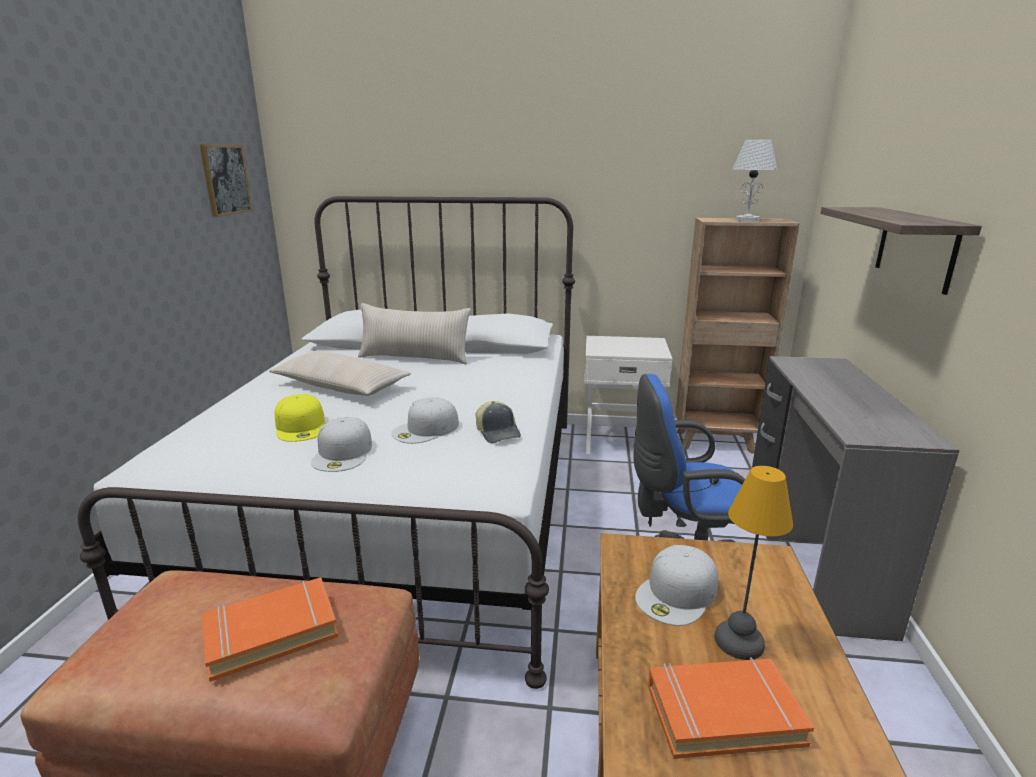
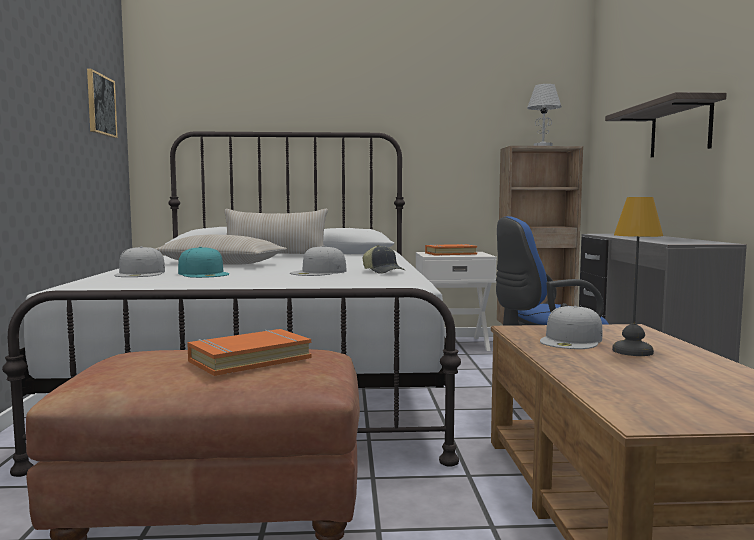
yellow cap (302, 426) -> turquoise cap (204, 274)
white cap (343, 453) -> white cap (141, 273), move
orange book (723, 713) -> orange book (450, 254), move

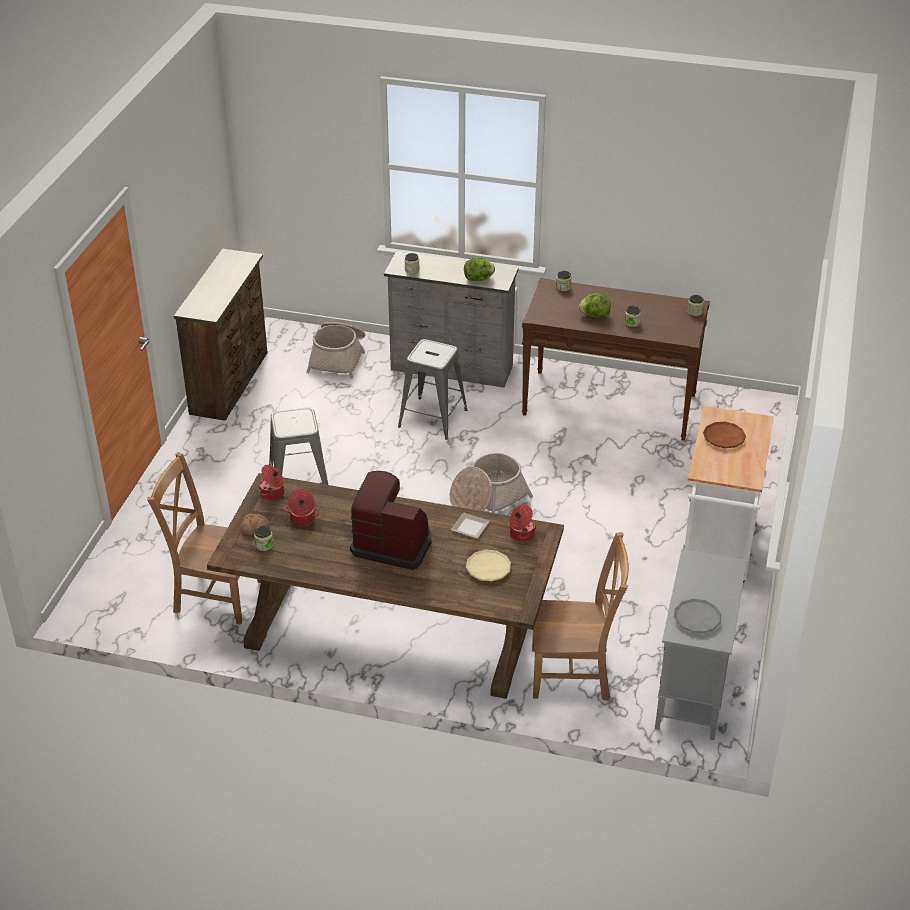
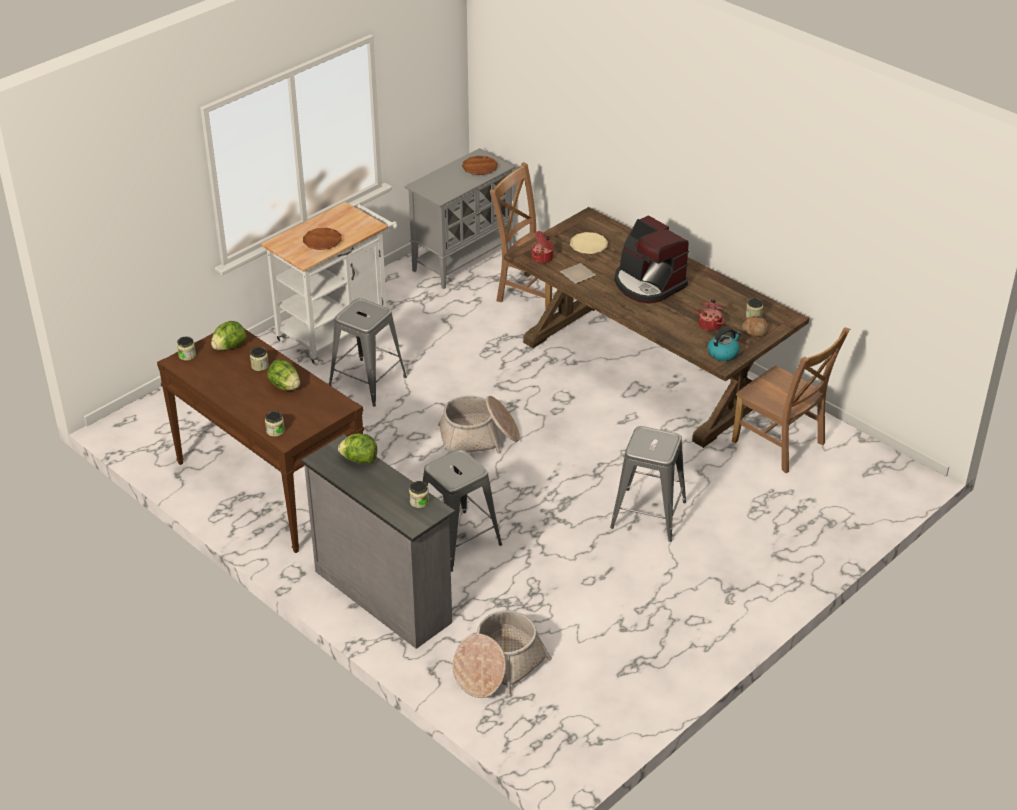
brown dresser (231, 382) -> none
cooking pot (272, 494) -> kettle (723, 353)
grey plate (697, 619) -> brown plate (479, 168)
none -> lettuce (229, 347)
none -> grey stool (367, 382)

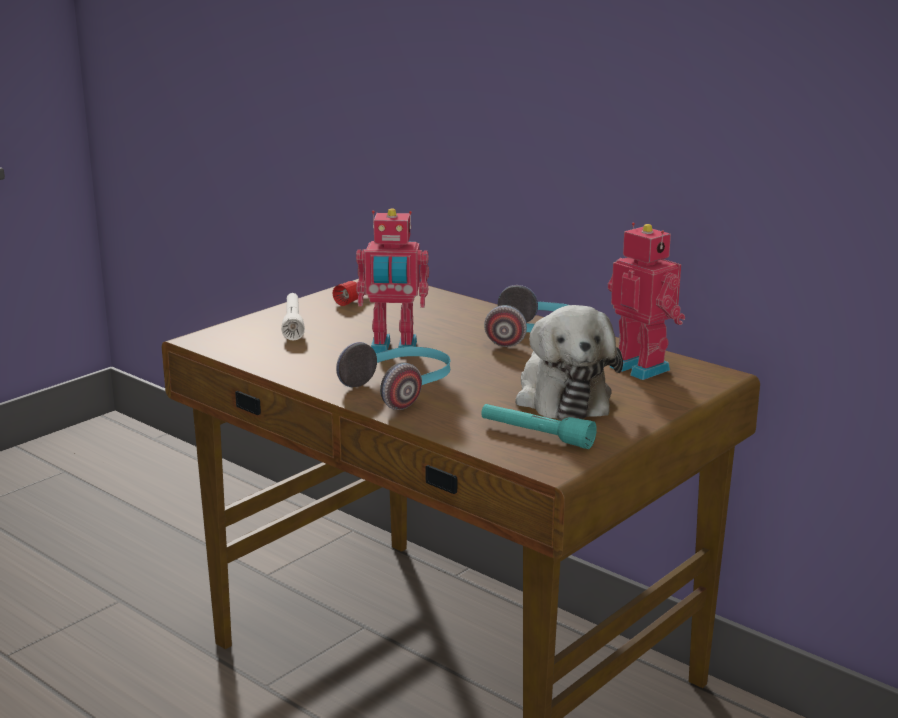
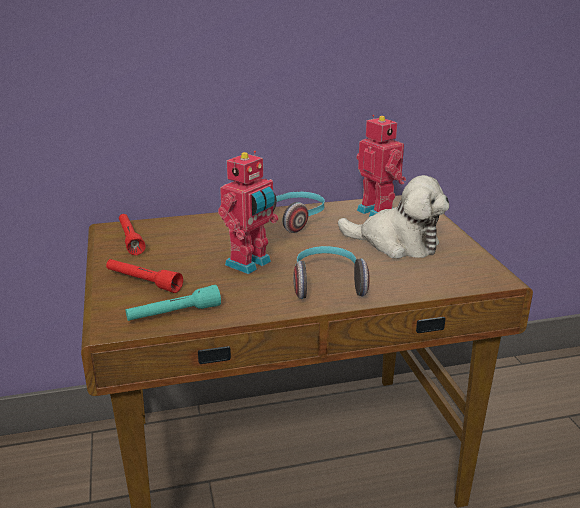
white flashlight (293, 324) -> red flashlight (143, 282)
turquoise flashlight (536, 435) -> turquoise flashlight (174, 314), move
toy robot (642, 367) -> toy robot (378, 211), 60 degrees clockwise

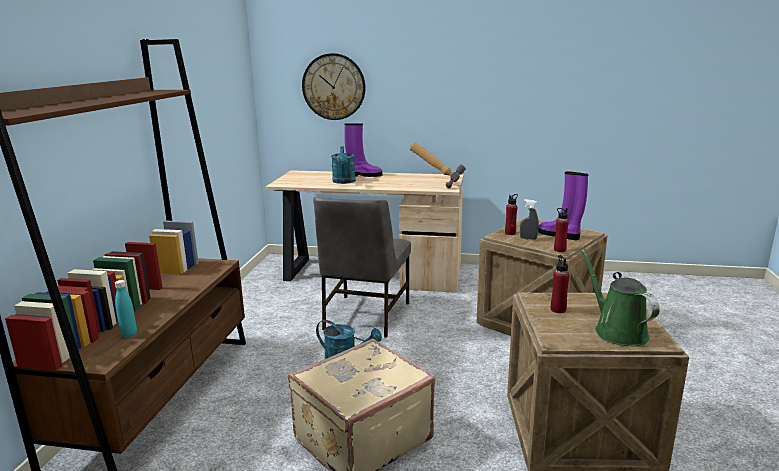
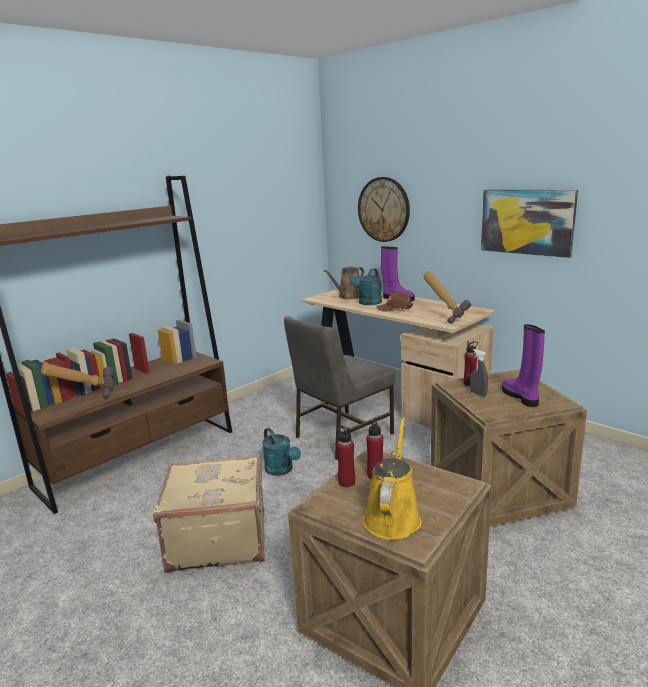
turquoise bottle (129, 334) -> hammer (85, 402)
red bottle (559, 250) -> red bottle (346, 482), move
green watering can (617, 331) -> yellow watering can (392, 516)
none -> brown watering can (349, 296)
none -> brown cap (394, 308)
none -> picture (527, 222)

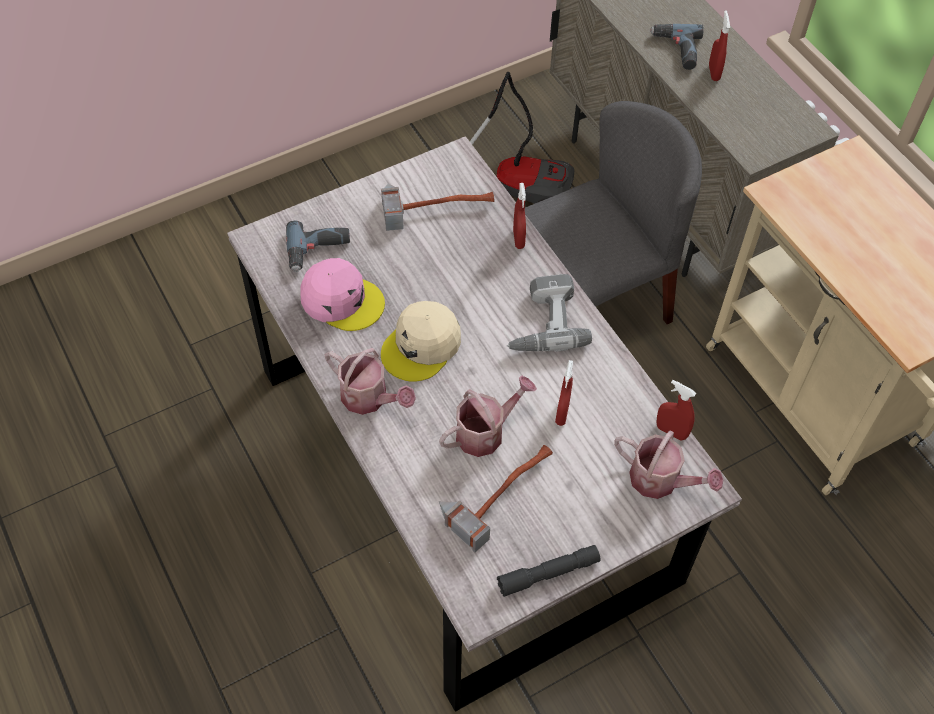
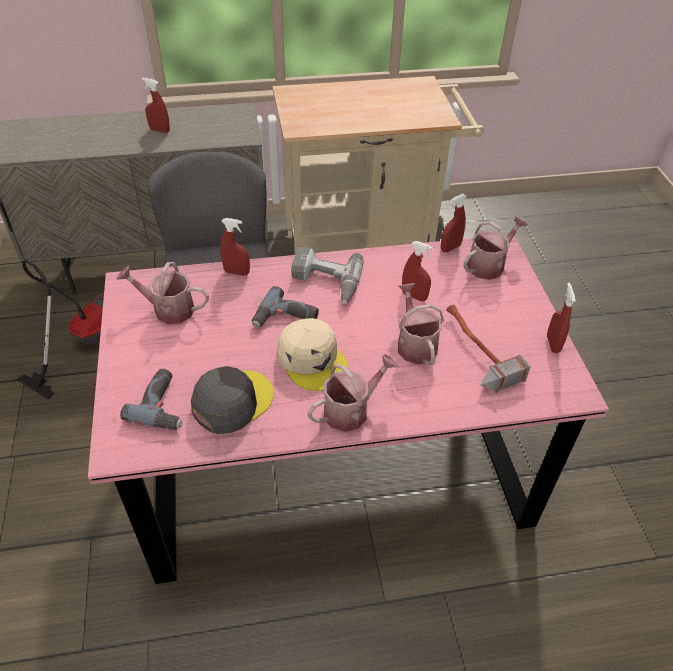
grey dining table (466, 470) -> pink dining table (333, 454)
pink cap (342, 300) -> grey cap (232, 401)
hammer (437, 205) -> watering can (168, 309)
grey flashlight (548, 574) -> red spray bottle (553, 344)
power drill (676, 50) -> power drill (285, 319), move

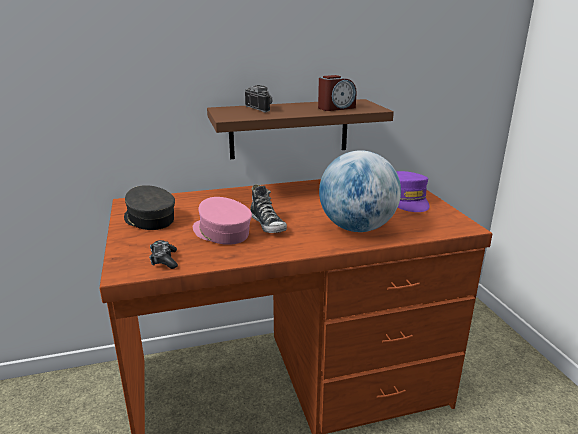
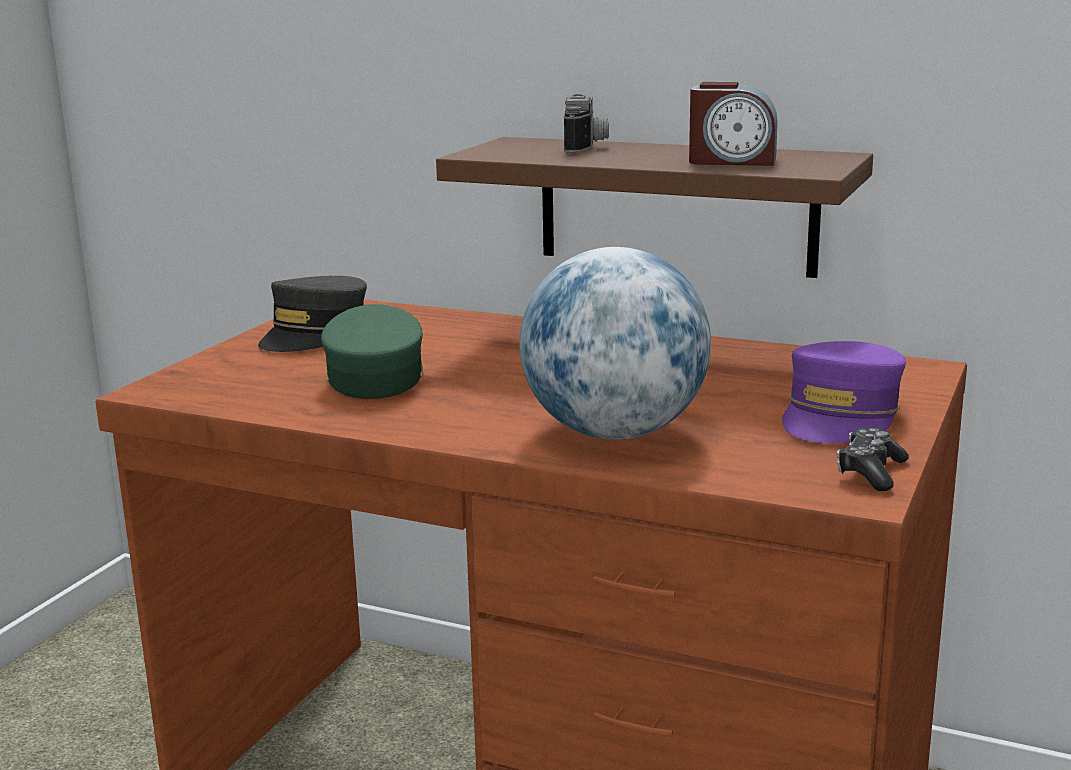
grey cap (149, 219) -> grey cap (315, 334), 150 degrees counterclockwise
game controller (164, 260) -> game controller (870, 472), move
pink cap (221, 232) -> green cap (374, 378)
shoe (268, 225) -> none

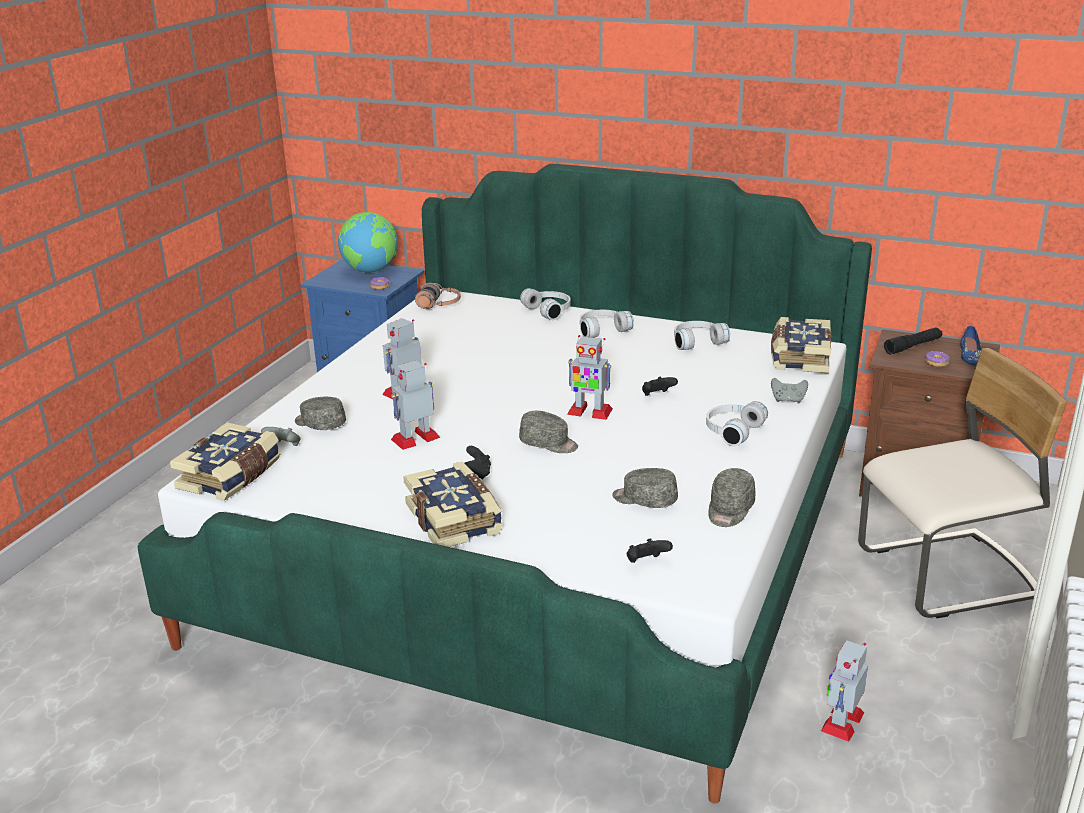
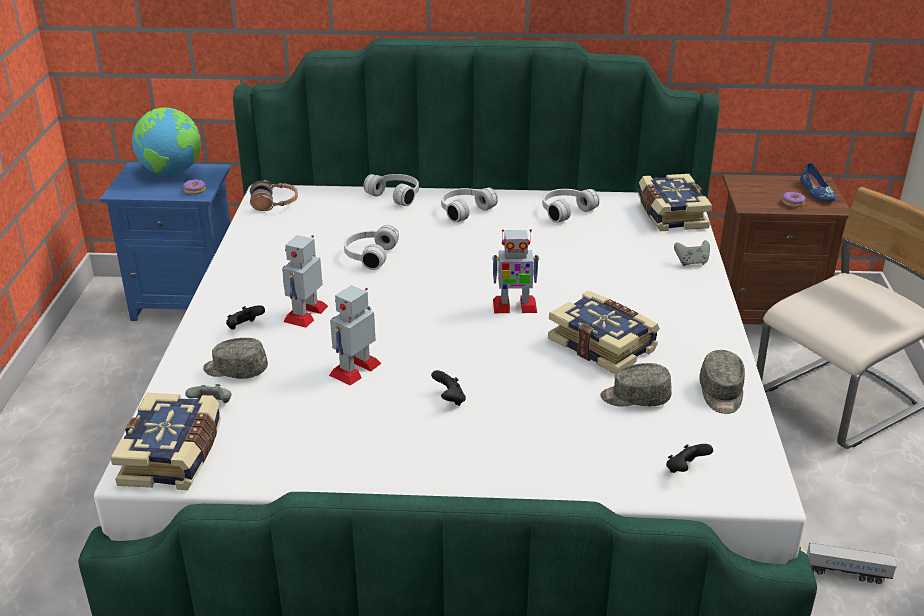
book (455, 519) -> book (603, 345), move
grey cap (549, 444) -> none
black game controller (657, 395) -> black game controller (244, 327), move
white headphones (731, 431) -> white headphones (369, 255), move
toy robot (842, 721) -> toy truck (835, 571)
black flashlight (912, 346) -> none

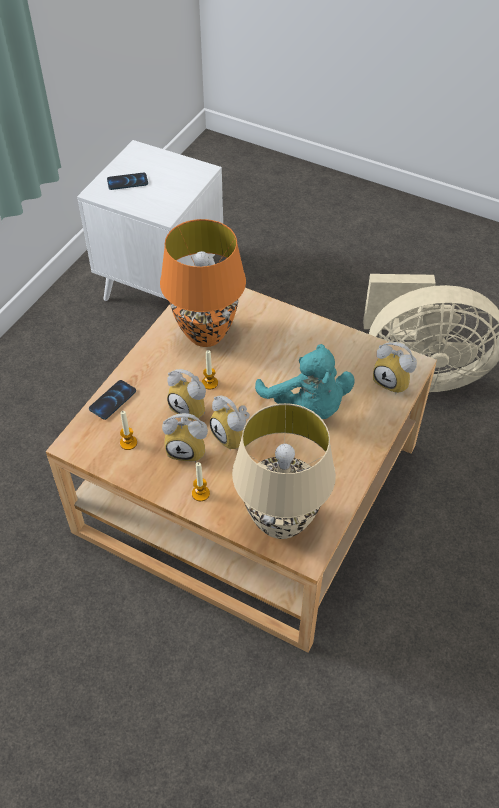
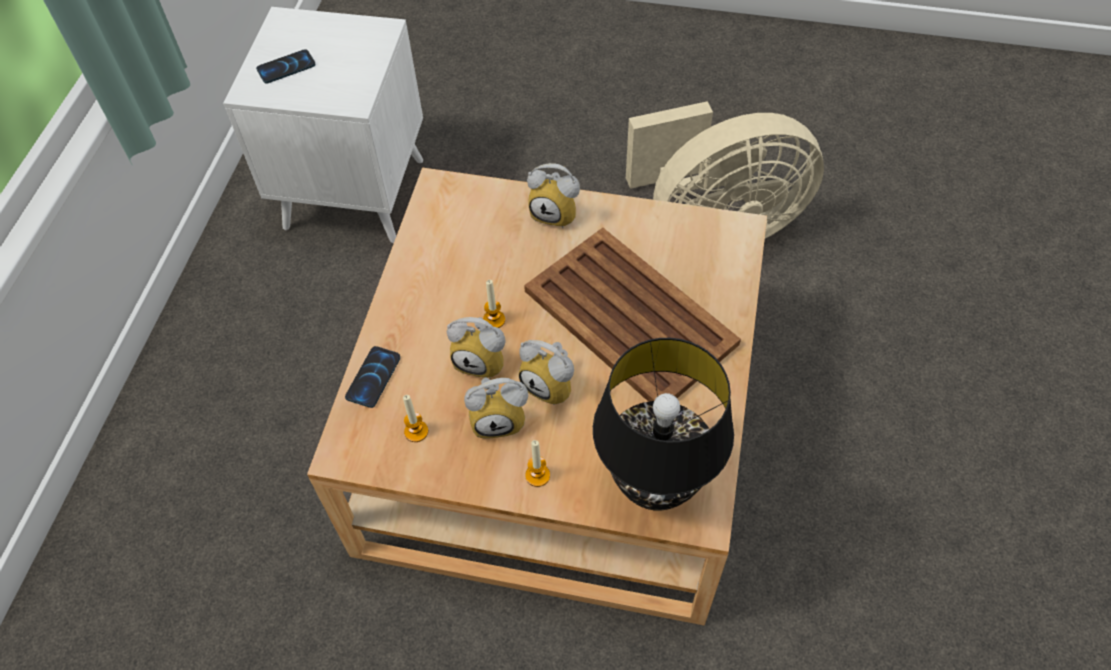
orange table lamp (206, 336) -> none
beige table lamp (280, 521) -> black table lamp (653, 485)
turquoise plush toy (307, 406) -> brown tray (630, 319)
alarm clock (394, 381) -> alarm clock (557, 213), move

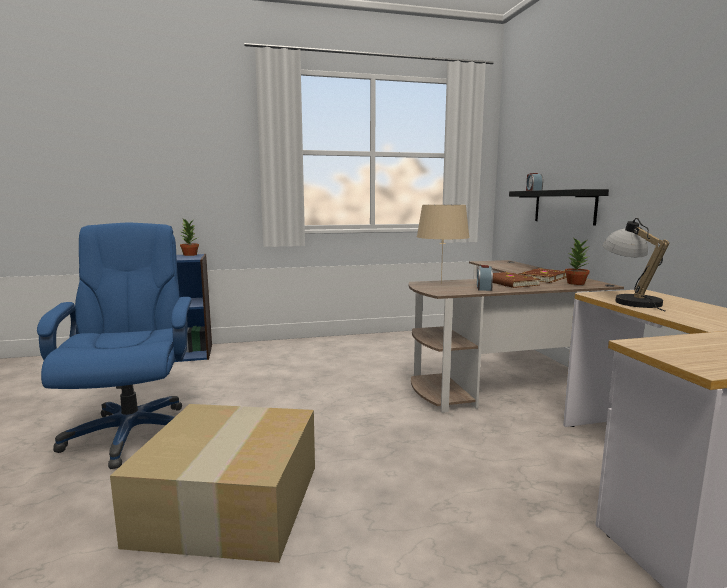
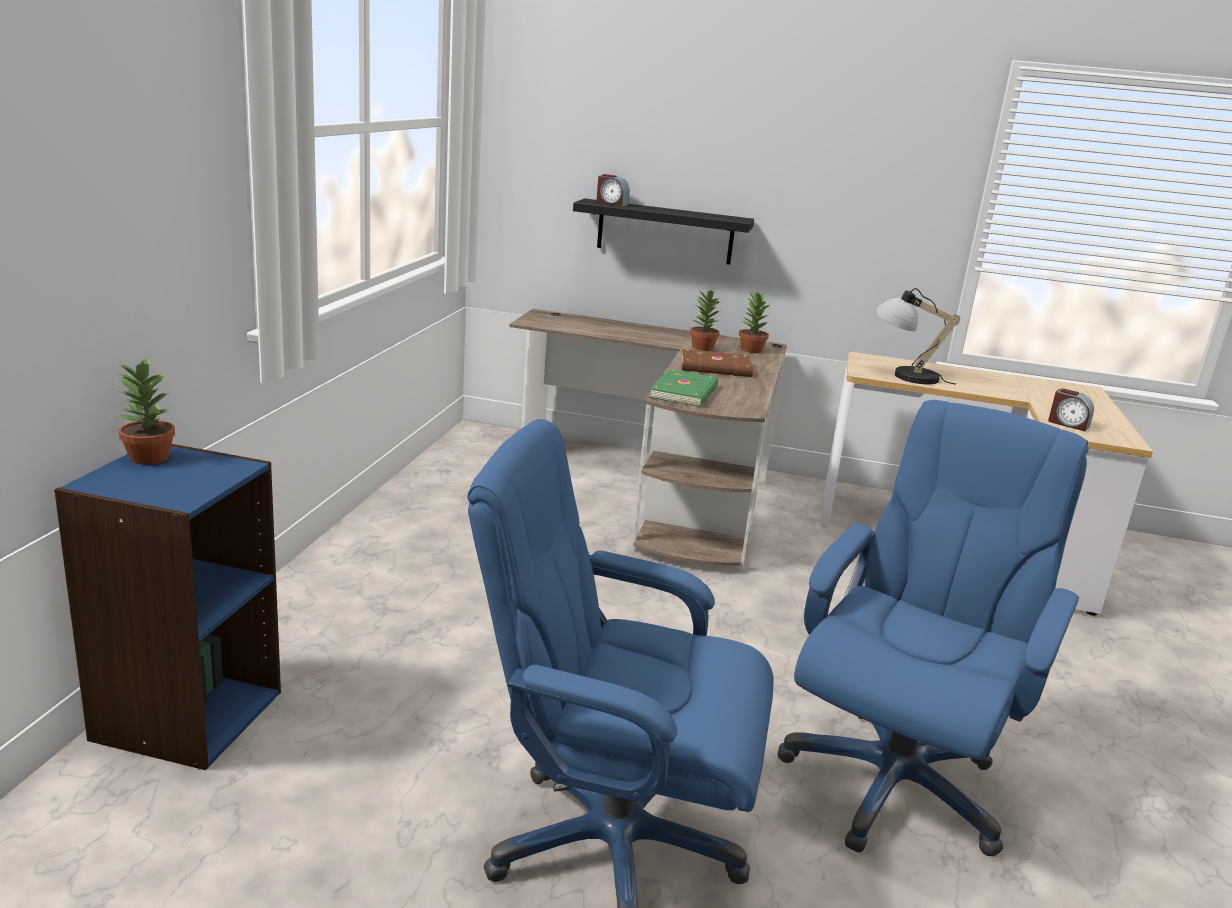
cardboard box (231, 504) -> blue office chair (894, 782)
beige table lamp (441, 284) -> green book (685, 392)
alarm clock (484, 288) -> alarm clock (1068, 424), move
brown book (541, 278) -> potted plant (702, 347)

